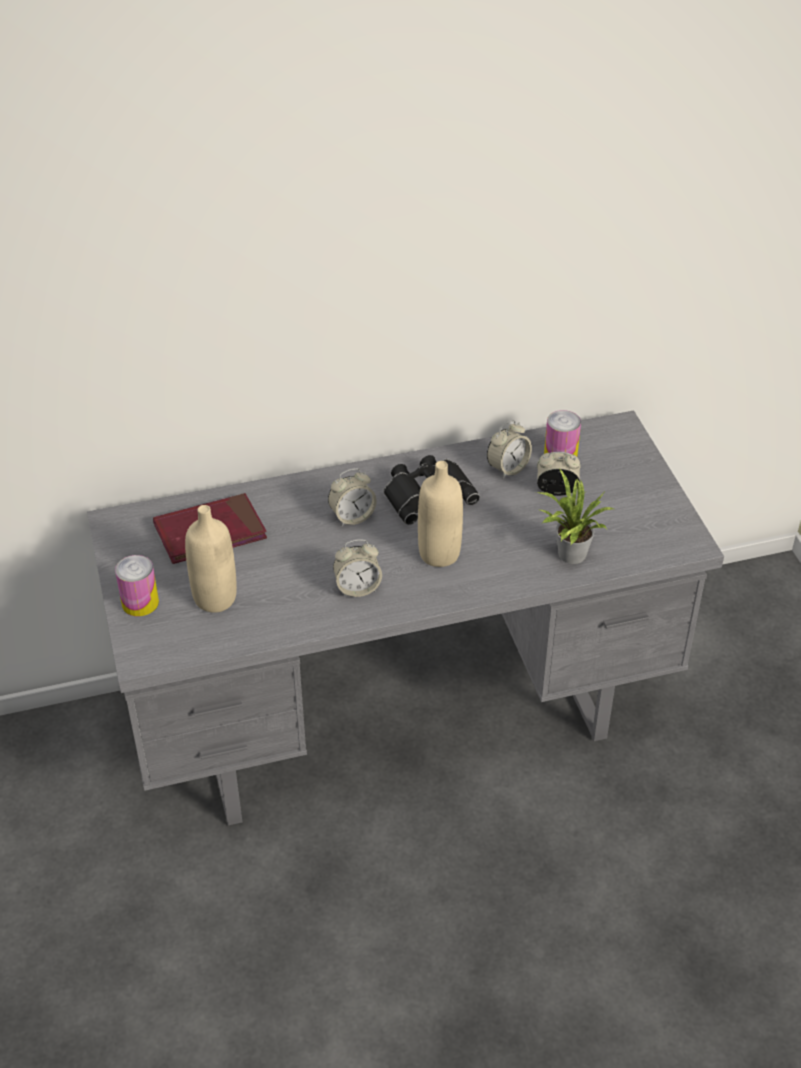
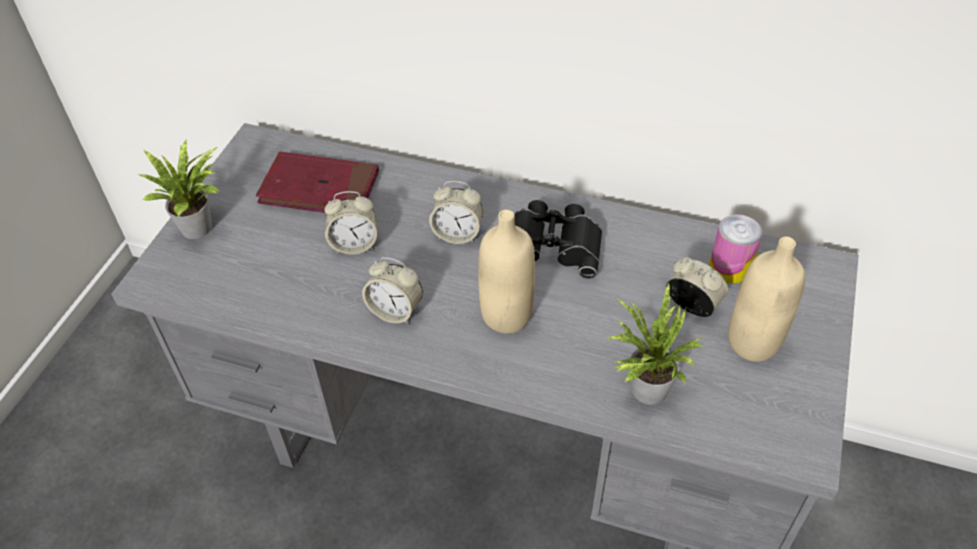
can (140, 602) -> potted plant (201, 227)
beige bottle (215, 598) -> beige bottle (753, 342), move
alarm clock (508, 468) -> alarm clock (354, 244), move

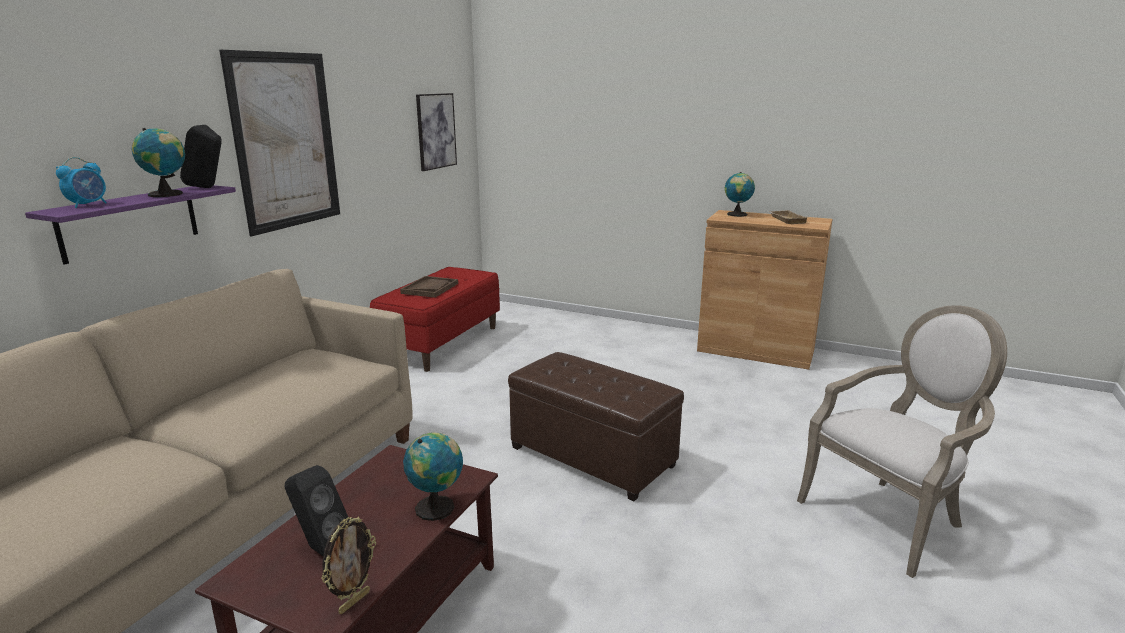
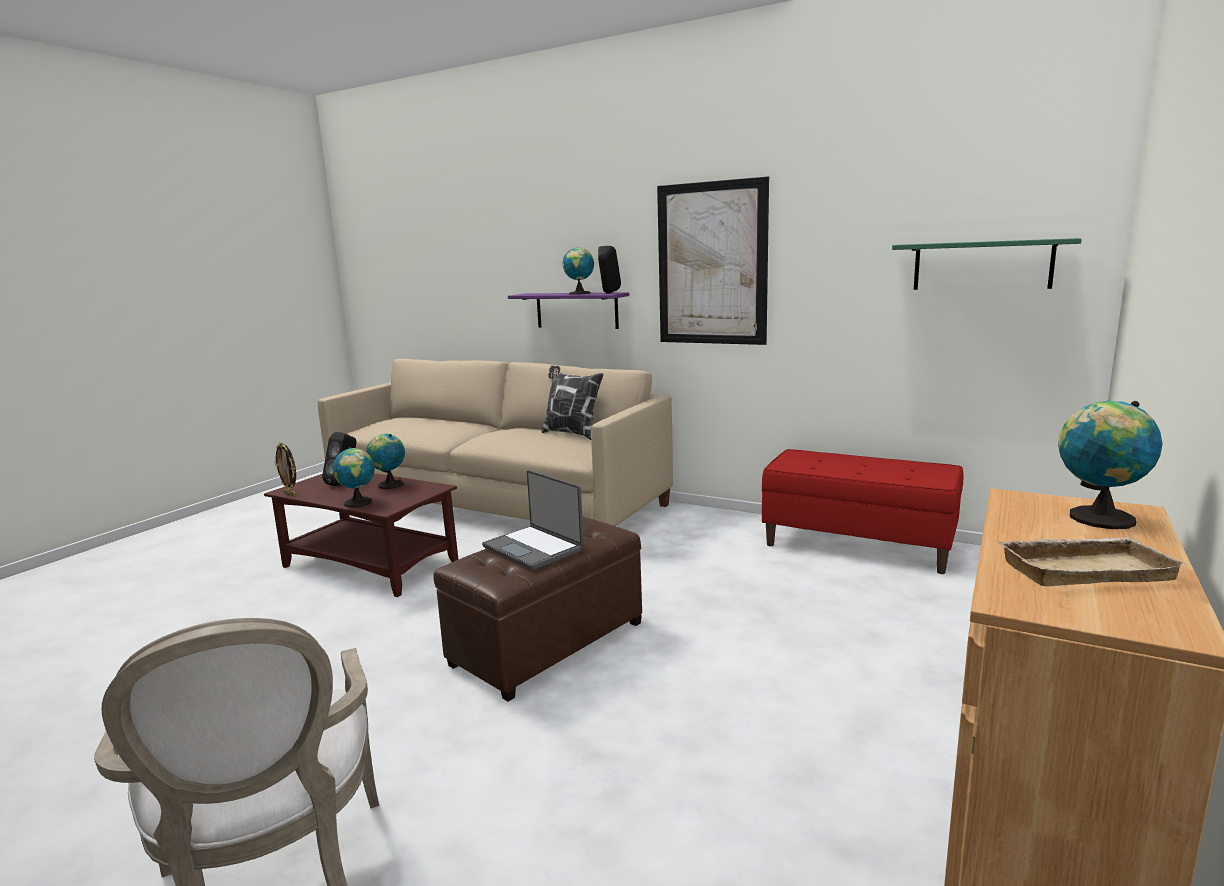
alarm clock (88, 205) -> none
brown tray (430, 288) -> none
picture (436, 131) -> green shelf (982, 265)
none -> globe (389, 485)
none -> laptop (534, 548)
none -> pillow (571, 433)

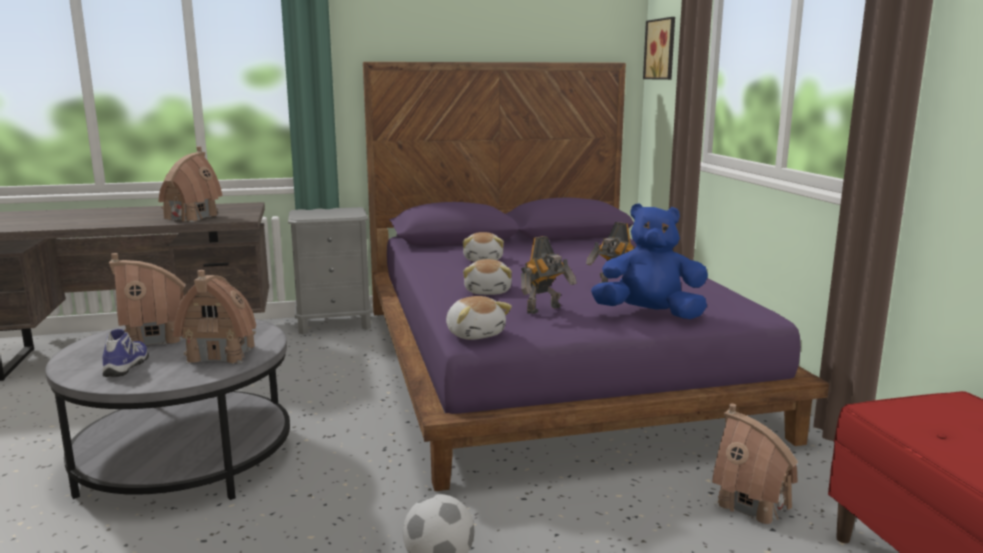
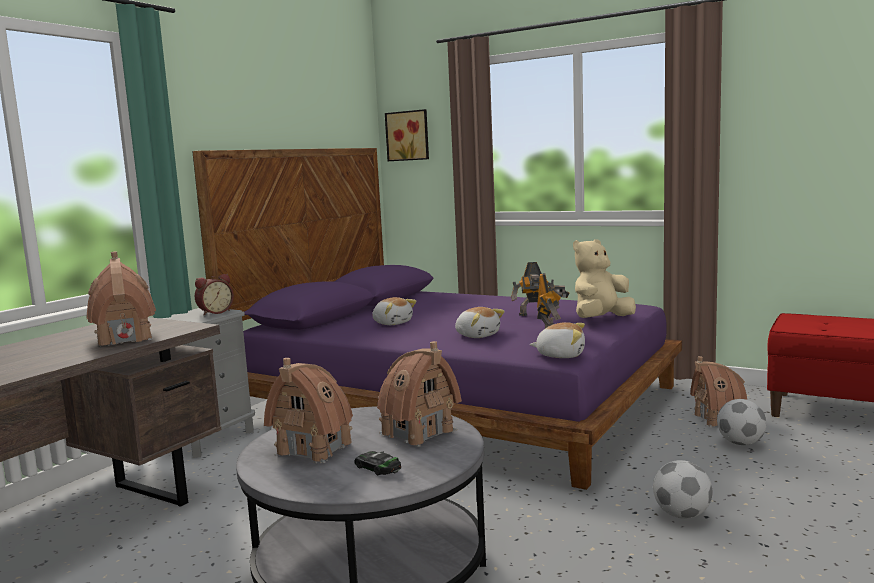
shoe (128, 366) -> toy car (378, 468)
blue plush toy (649, 314) -> beige plush toy (601, 320)
none -> alarm clock (215, 312)
none -> football (741, 443)

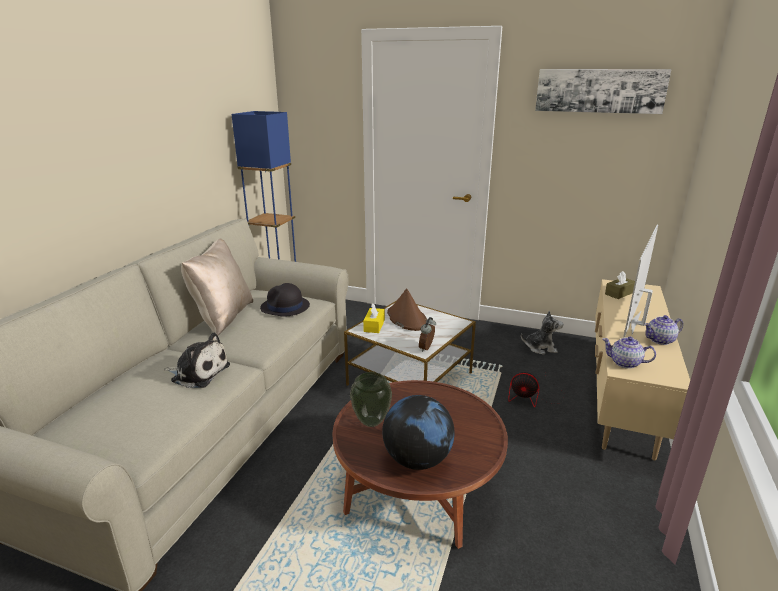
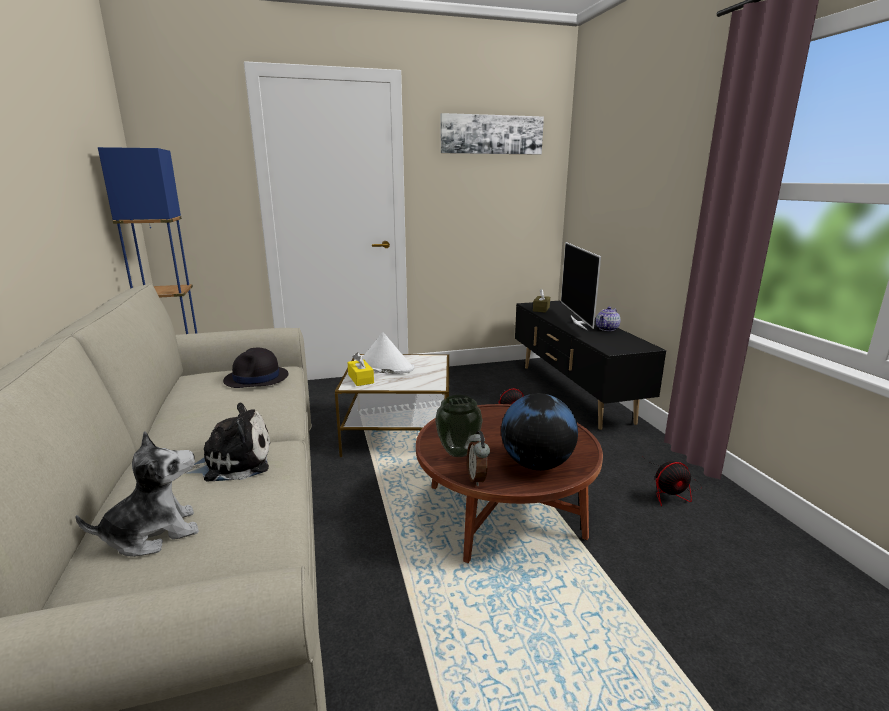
beige pillow (223, 317) -> none
brown hat (406, 318) -> white hat (385, 366)
alarm clock (427, 348) -> alarm clock (477, 479), move
plush toy (540, 348) -> plush toy (153, 533), move
beige tv stand (621, 397) -> black tv stand (573, 393)
teapot (625, 363) -> none
none -> fan (672, 490)

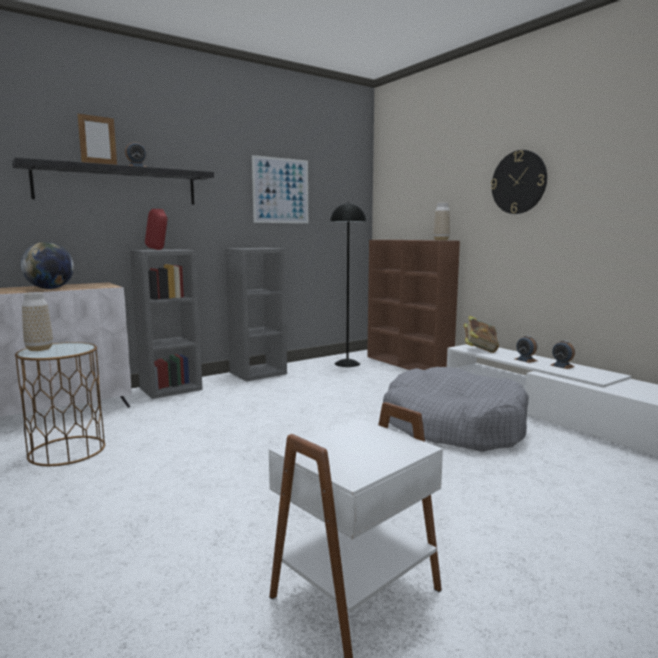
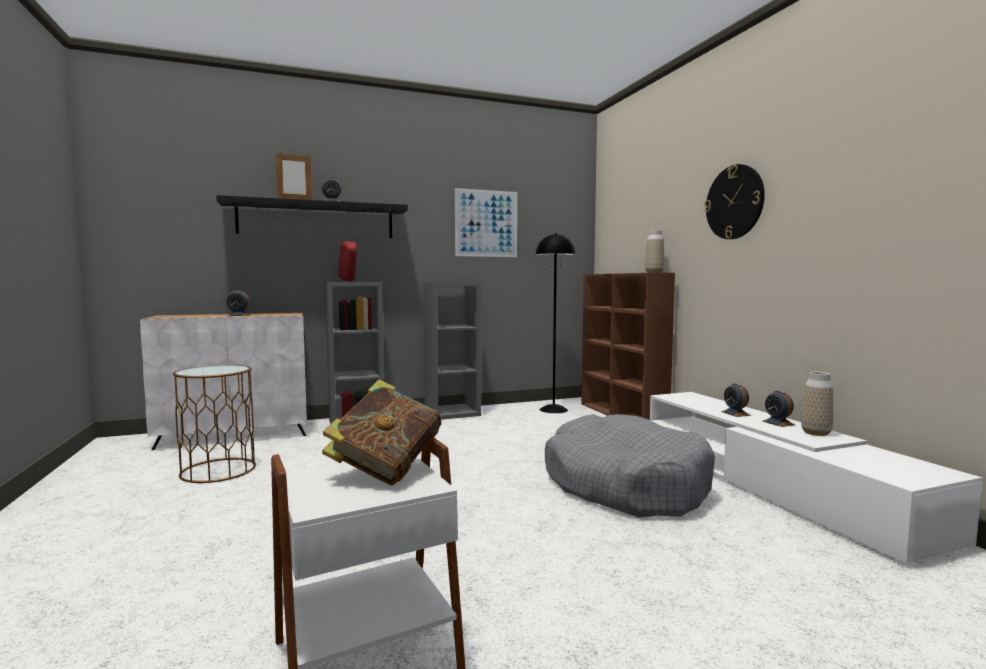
globe (50, 288) -> alarm clock (238, 315)
vase (39, 349) -> vase (816, 433), move
book (479, 349) -> book (385, 470), move

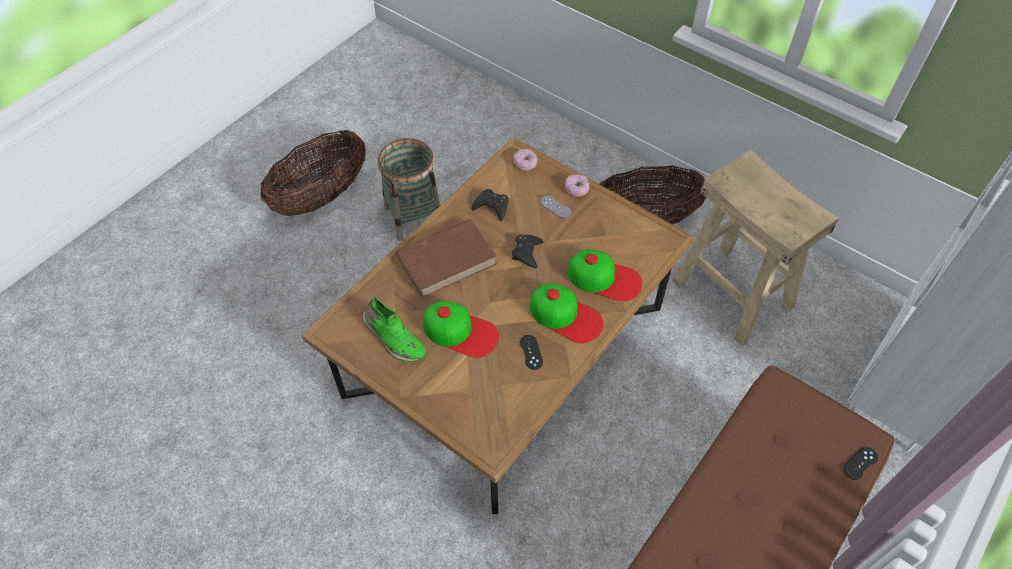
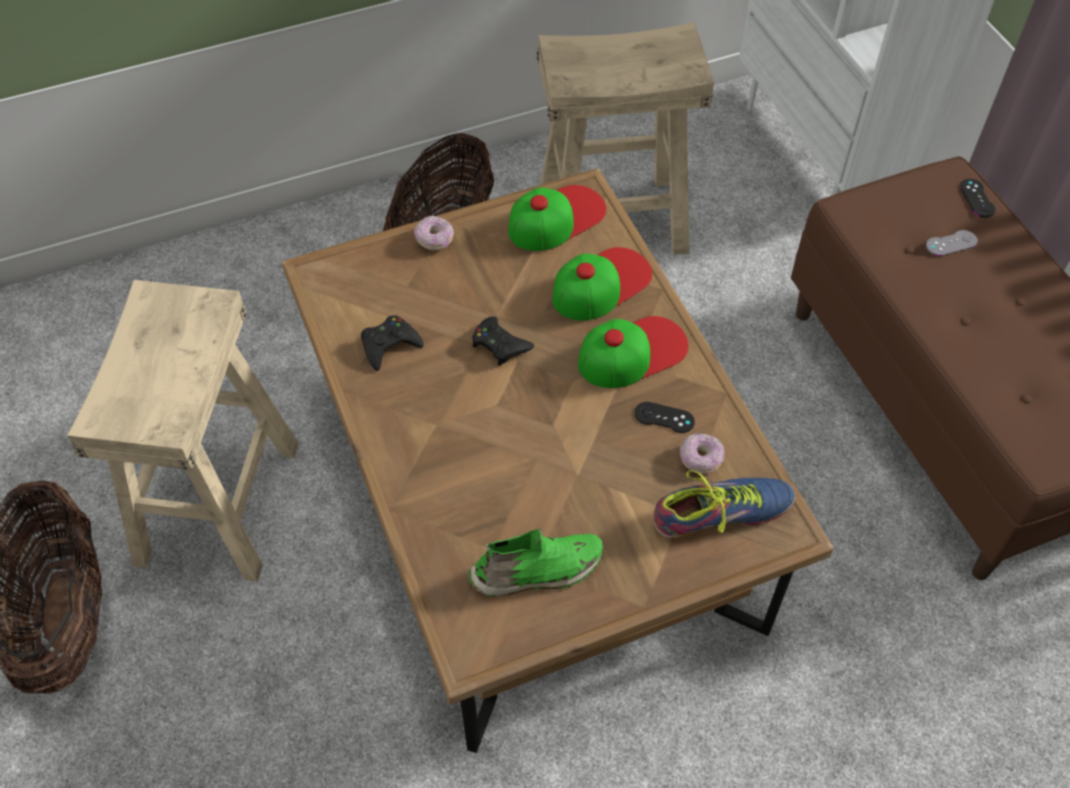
basket (414, 216) -> beige stool (217, 501)
brown book (447, 259) -> none
cap (460, 331) -> cap (556, 218), move
donut (525, 163) -> donut (700, 459), move
grey game controller (555, 207) -> grey game controller (951, 243), move
none -> shoe (721, 512)

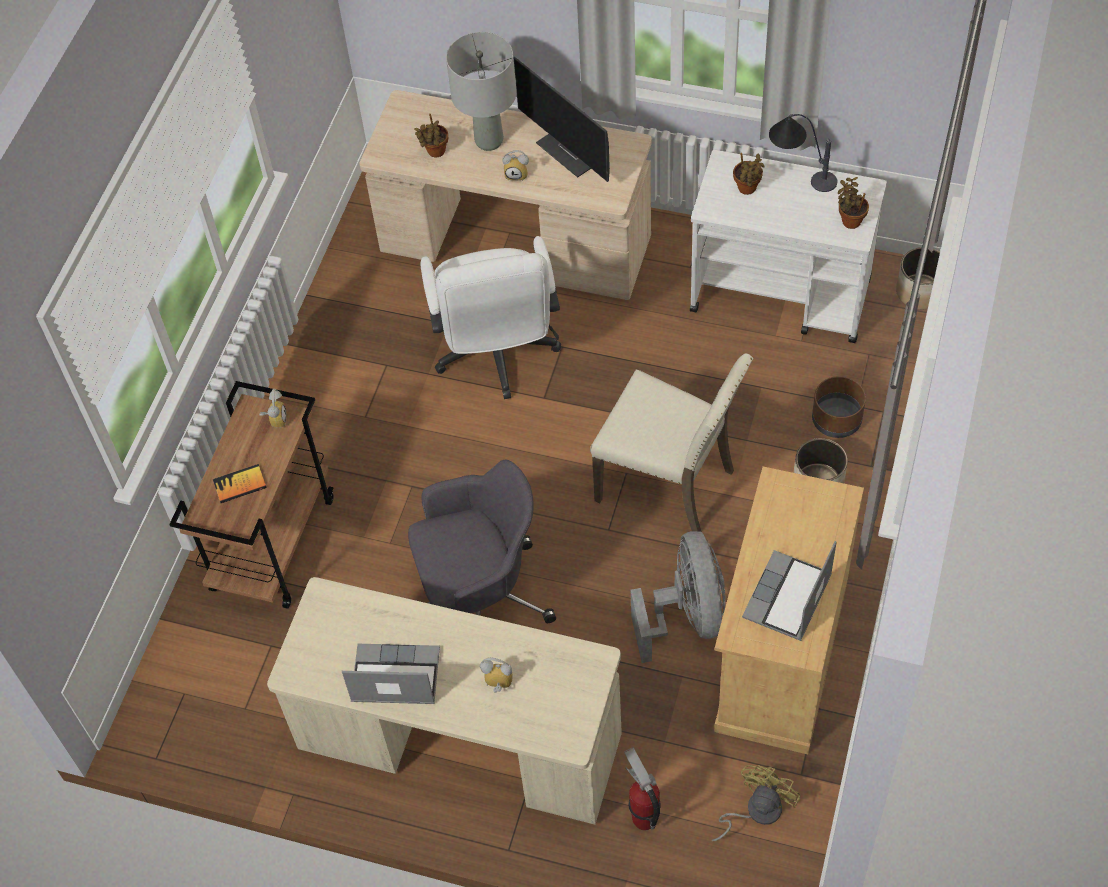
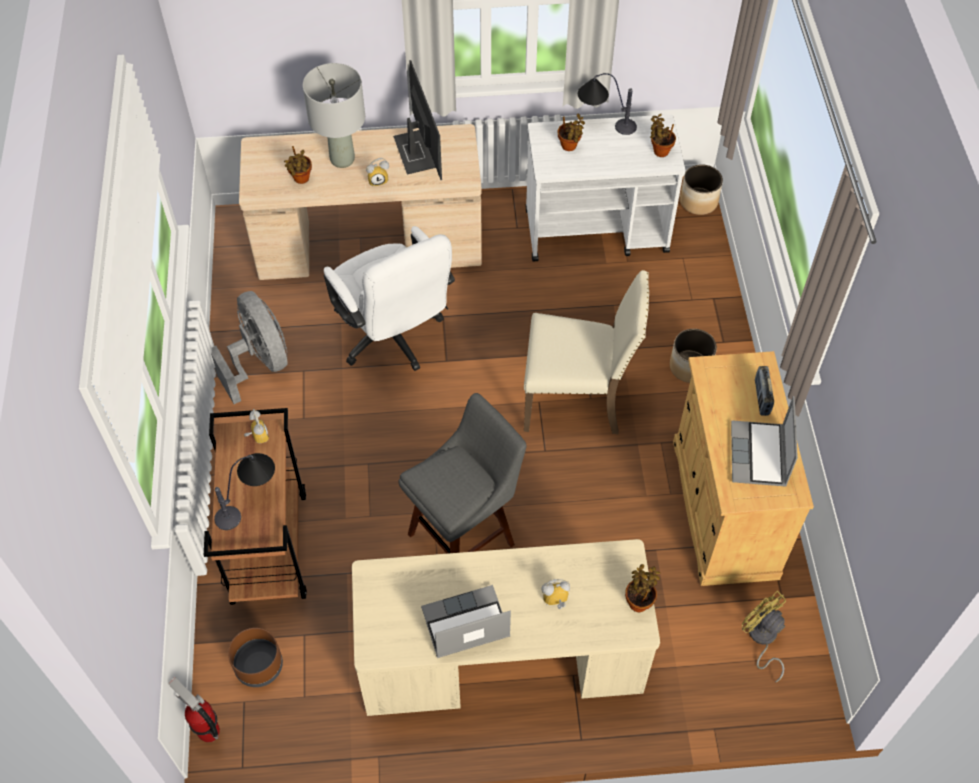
book (240, 485) -> table lamp (250, 502)
grey office chair (481, 596) -> grey stool (465, 536)
monitor (573, 151) -> monitor (416, 151), 135 degrees counterclockwise
fire extinguisher (644, 819) -> fire extinguisher (209, 732), move
grey fan (686, 616) -> grey fan (259, 363), move
yellow fan (756, 811) -> yellow fan (761, 638), 45 degrees counterclockwise
brown planter (836, 420) -> brown planter (258, 666), move
none -> potted plant (639, 601)
none -> radio (761, 398)

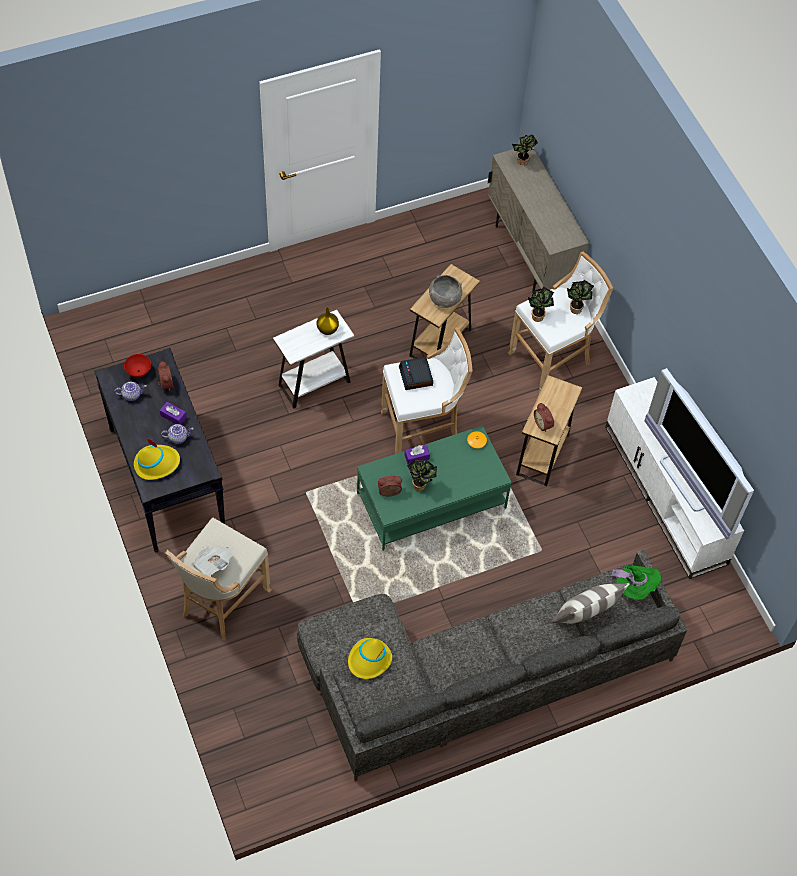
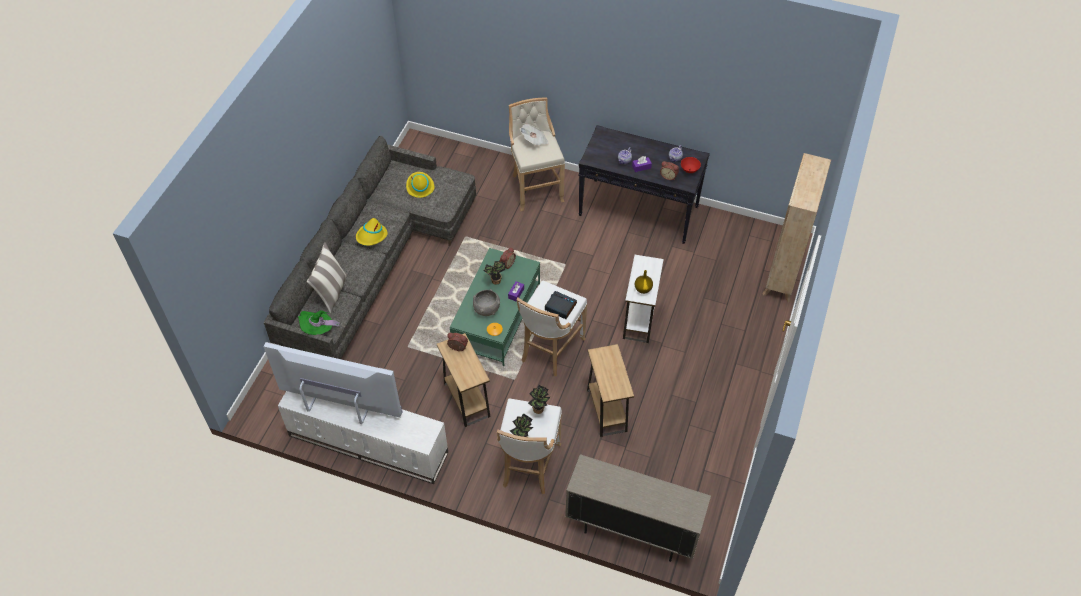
yellow hat (157, 463) -> yellow hat (371, 236), move
grey bowl (444, 300) -> grey bowl (486, 309), move
potted plant (522, 162) -> none
none -> beige bookcase (782, 274)

